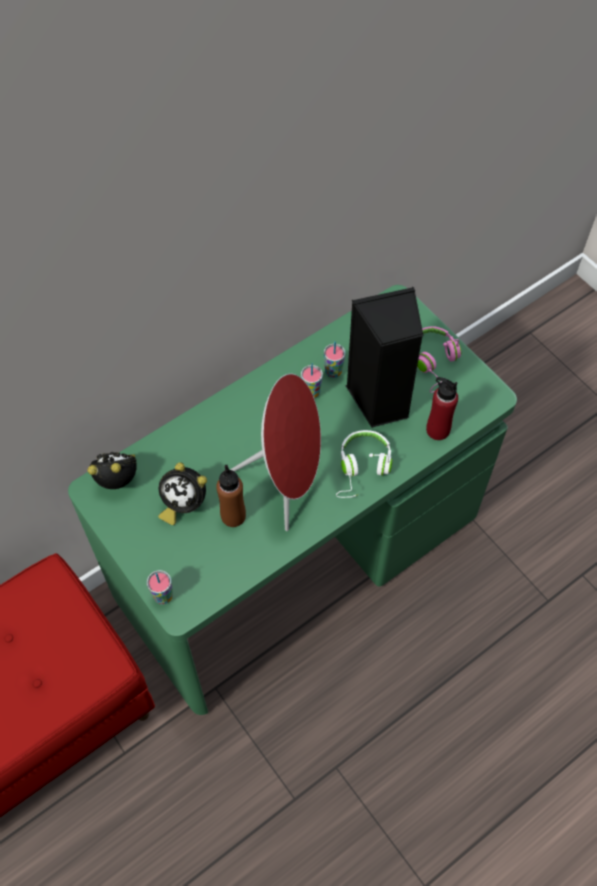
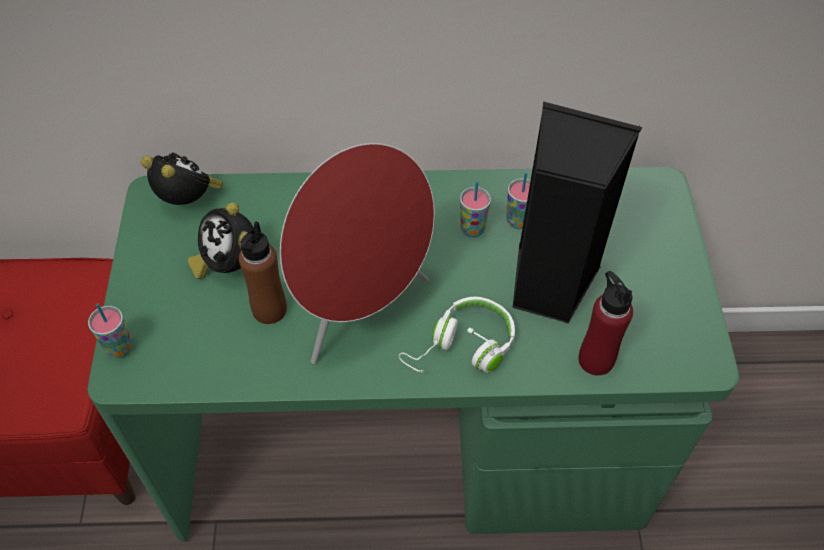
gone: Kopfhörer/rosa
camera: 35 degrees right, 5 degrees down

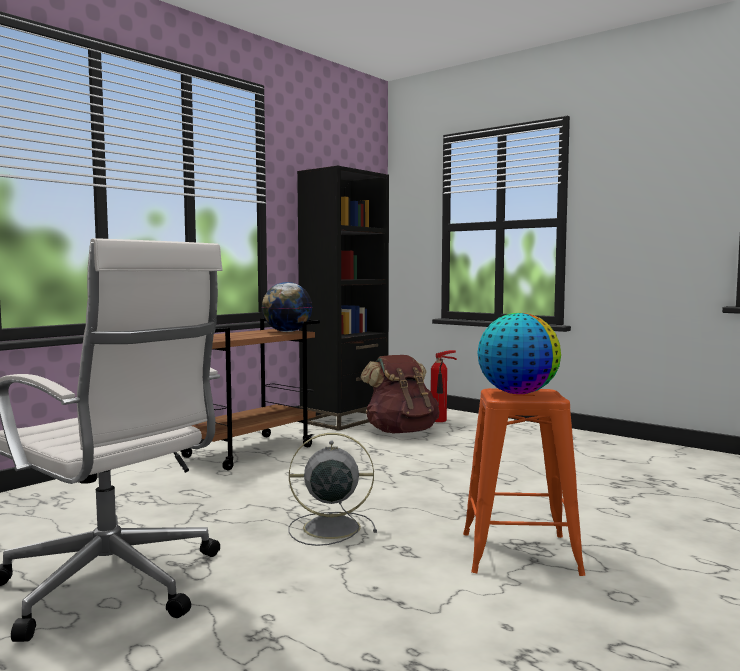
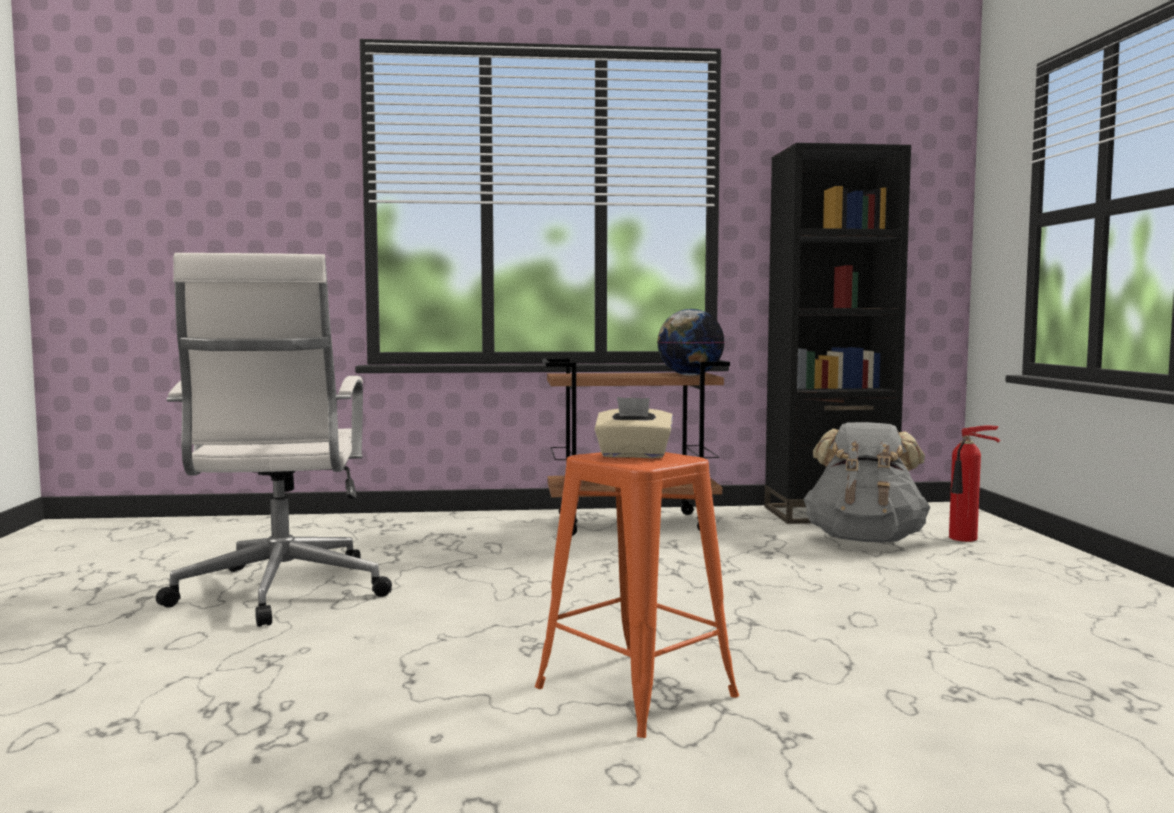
gone: Ventilator/grau
swapped: Globus (no. 2 from left) to Taschentuchbox/beige
repainted: Rucksack/braun to Rucksack/grau
camera: 45 degrees right, 0 degrees up

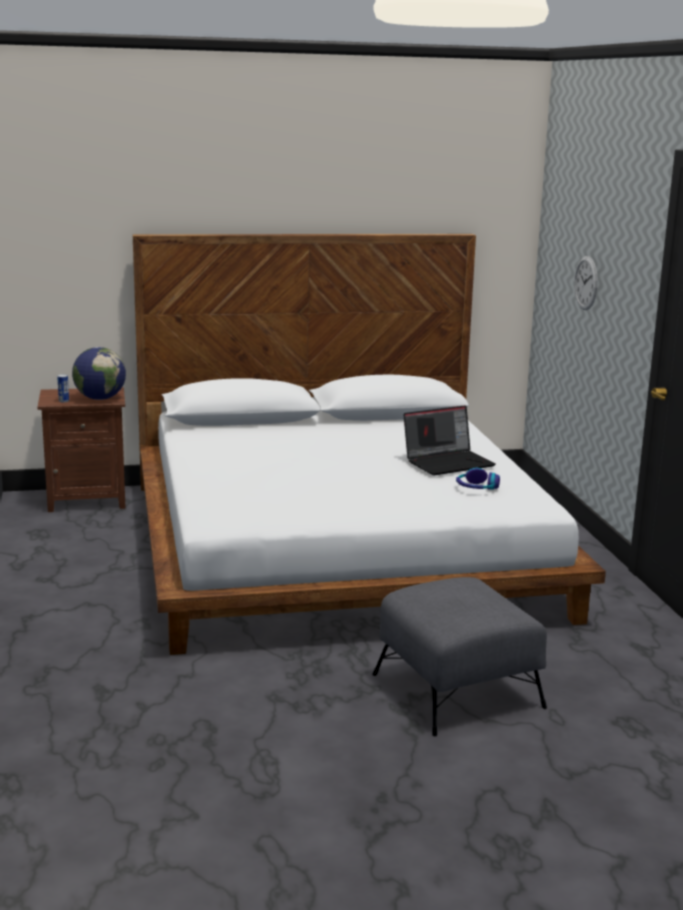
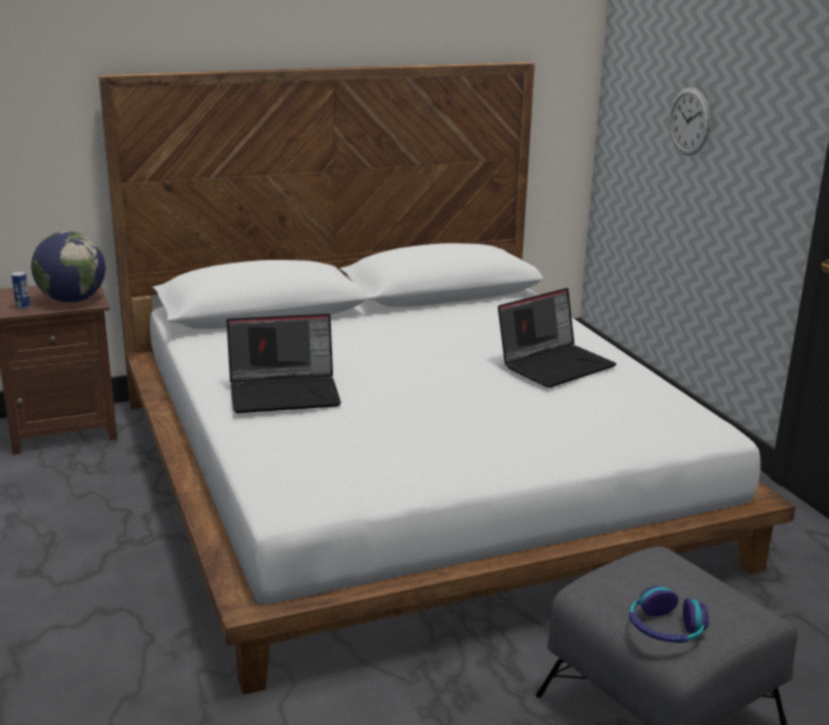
new: Laptop (no. 1 from left)
shifted: Kopfhörer
camera: 10 degrees left, 5 degrees up

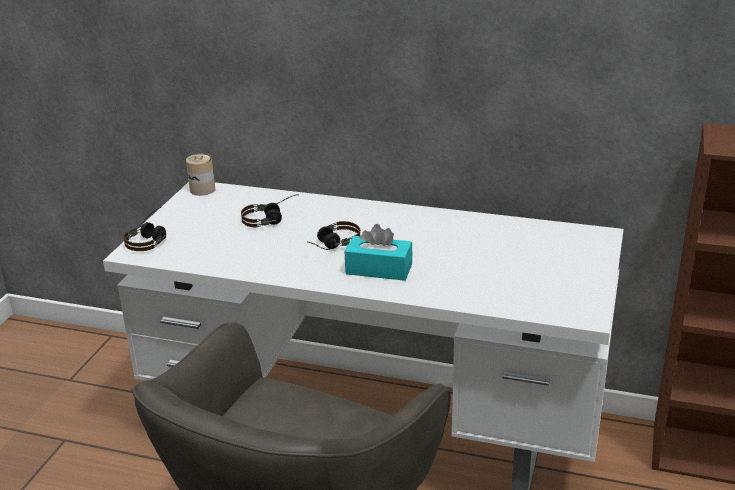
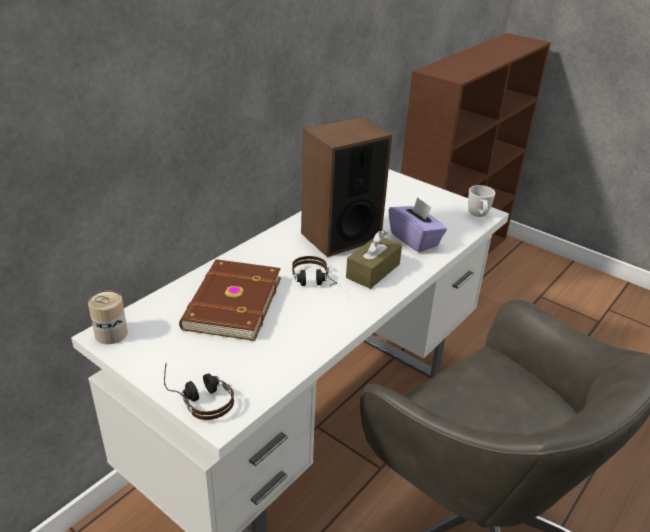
new: Lautsprecher; Taschentuchbox/lila; Henkelbecher/weiß
swapped: Kopfhörer (no. 2 from left) to Buch/braun
repainted: Taschentuchbox/türkis to Taschentuchbox/braun
camera: 70 degrees left, 5 degrees up

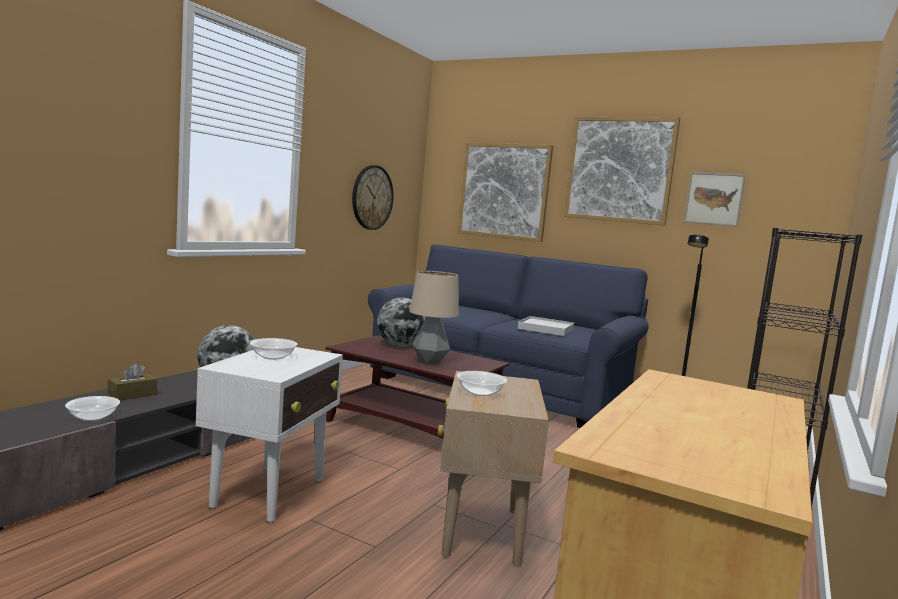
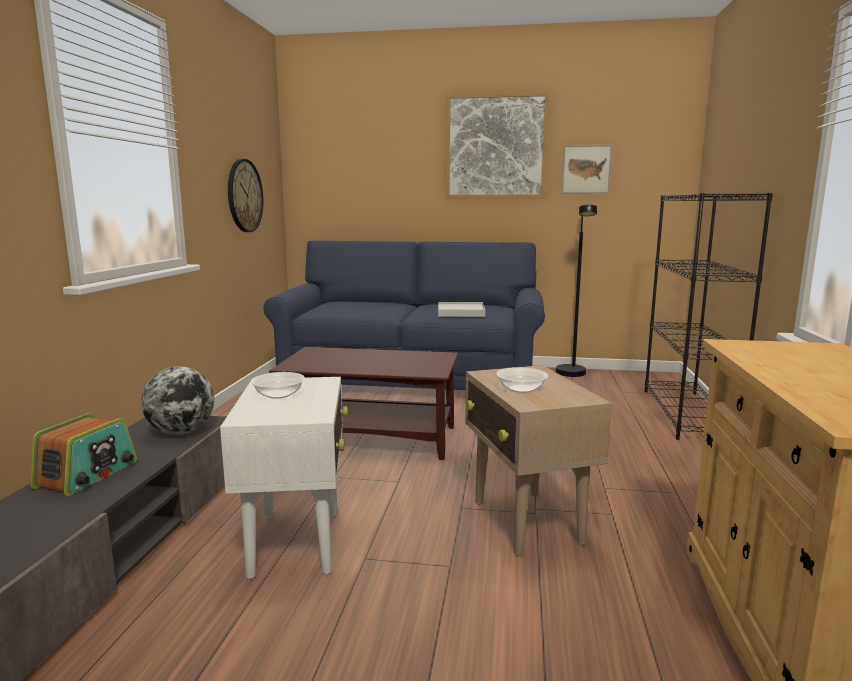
gone: Schüssel (no. 1 from left); Globus (no. 2 from left); Tischlampe; Bild (no. 1 from left)
swapped: Taschentuchbox/braun to Radio
camera: 20 degrees left, 5 degrees up

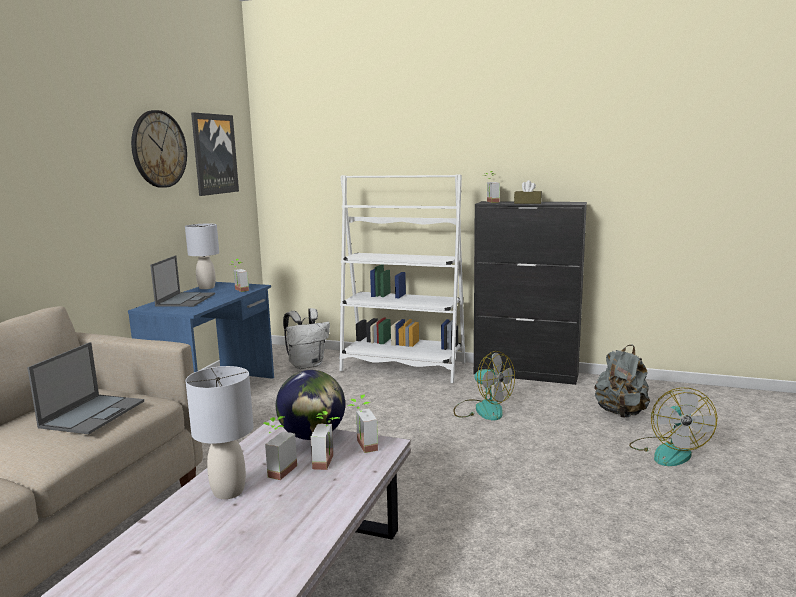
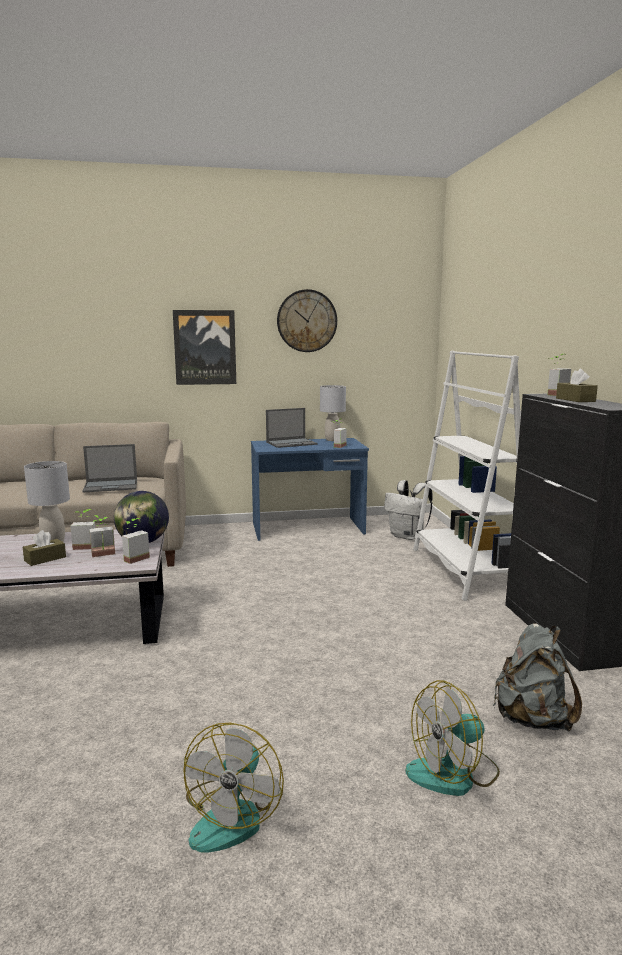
new: Taschentuchbox/braun (no. 1 from left)
shifted: Bild; Ventilator (no. 1 from left)
camera: 60 degrees right, 0 degrees up

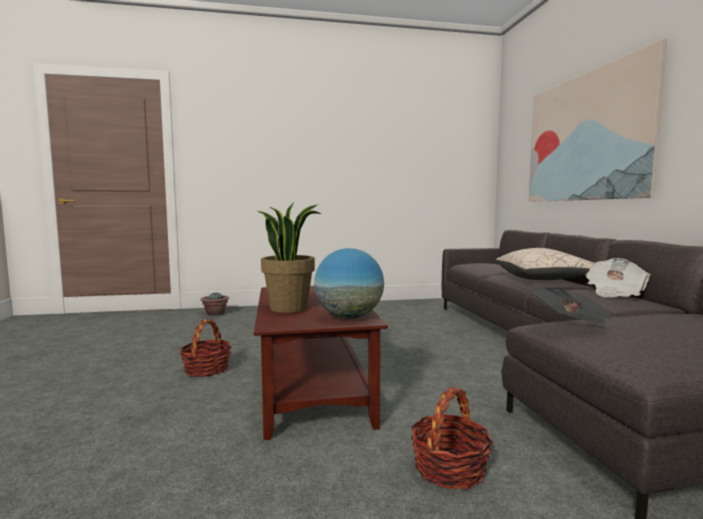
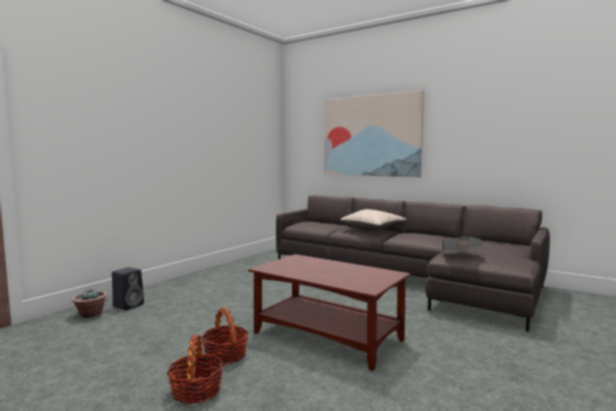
gone: Topfpflanze (no. 2 from left); Globus; Zeitung (no. 2 from left)
new: Lautsprecher/schwarz
shifted: Korb (no. 2 from left in the first image) to Korb (no. 1 from left)
camera: 45 degrees left, 0 degrees up

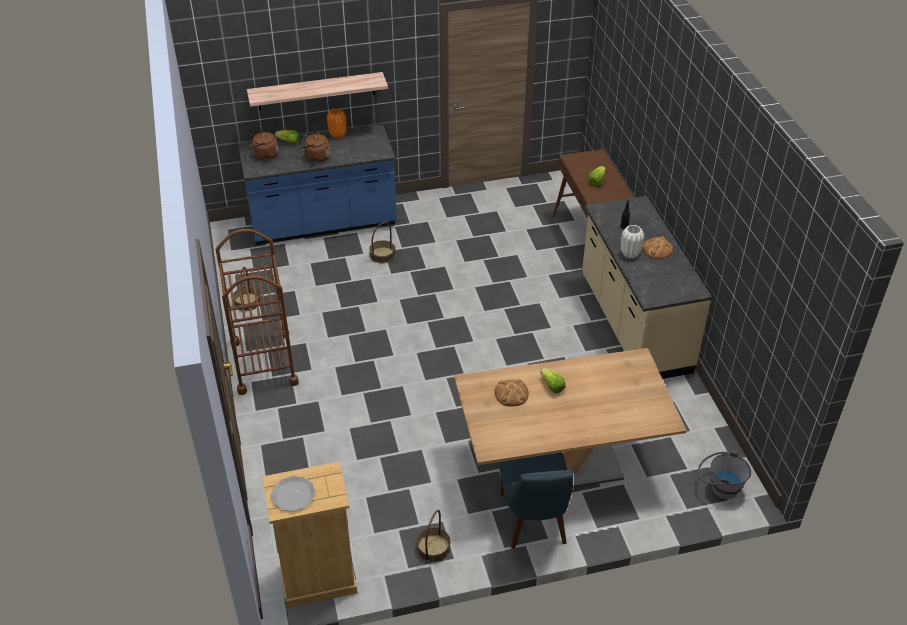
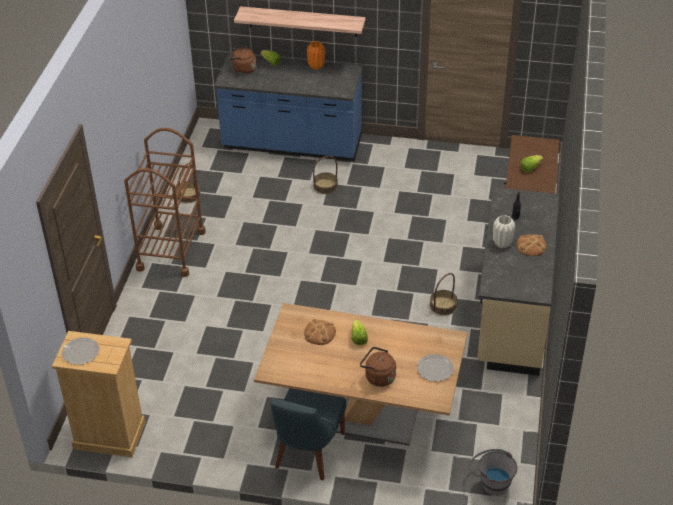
new: Teller (no. 2 from left)
shifted: Wasserkessel/braun (no. 2 from left); Korb (no. 3 from left)
camera: 25 degrees right, 0 degrees up

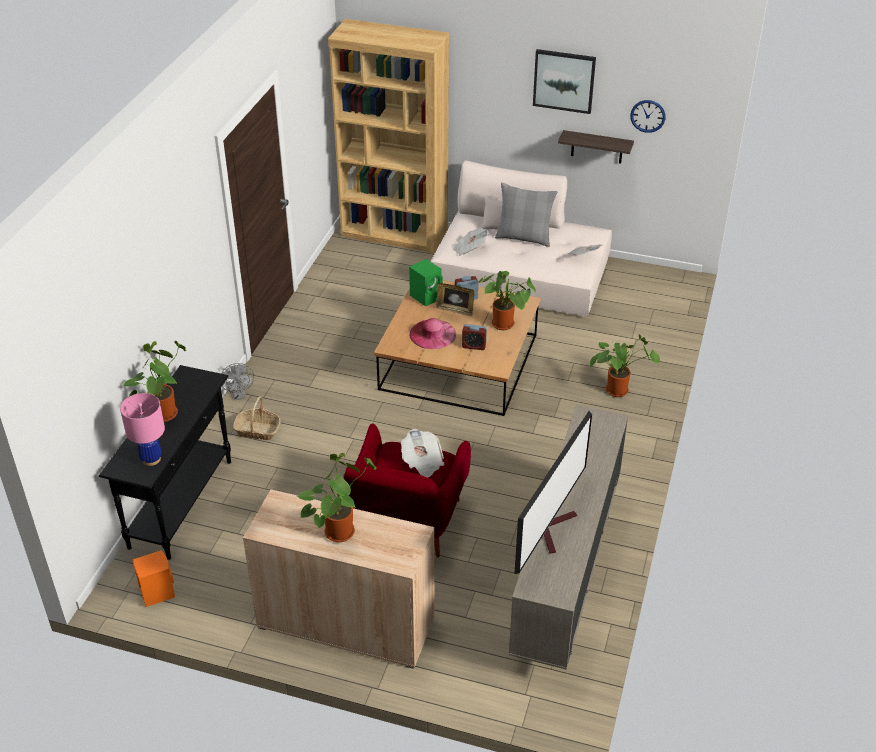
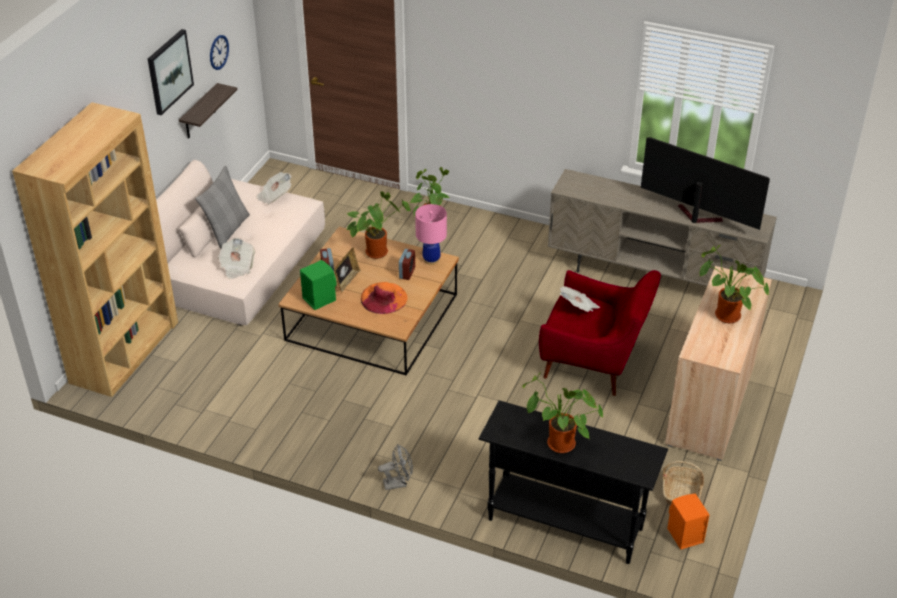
shifted: Tischlampe/rosa; Korb
repainted: Hut/rosa to Hut/orange
camera: 85 degrees left, 0 degrees up

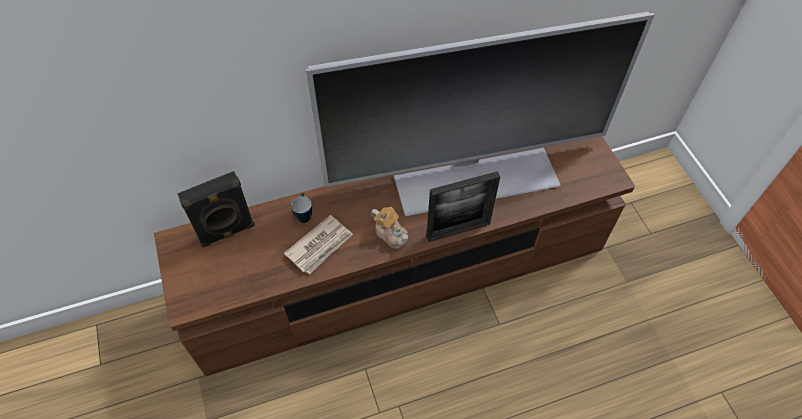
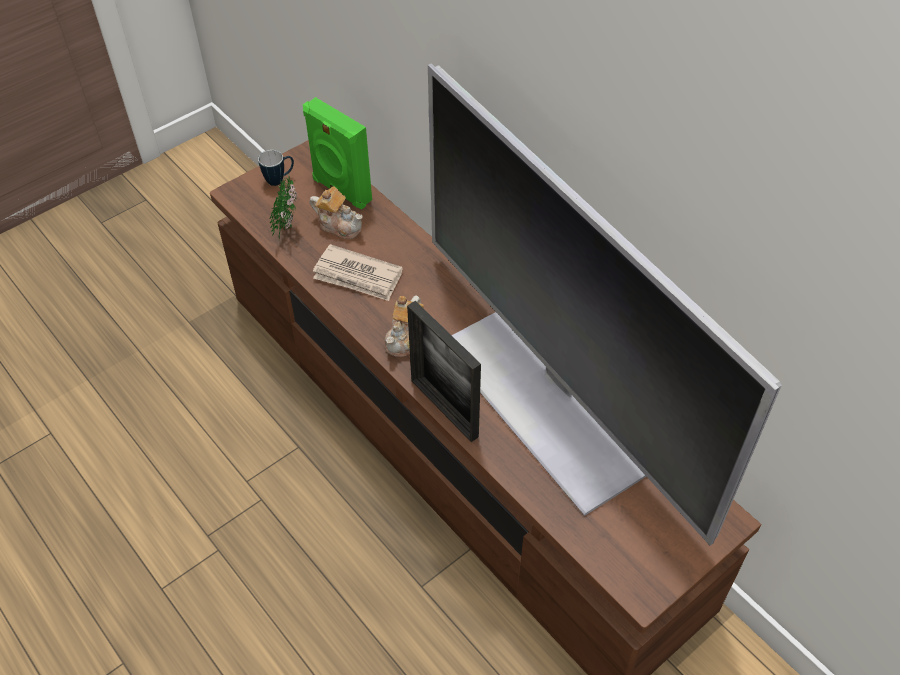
new: Topfpflanze; Teekanne (no. 1 from left)
shifted: Henkelbecher
repainted: Lautsprecher/schwarz to Lautsprecher/grün
camera: 70 degrees right, 5 degrees down

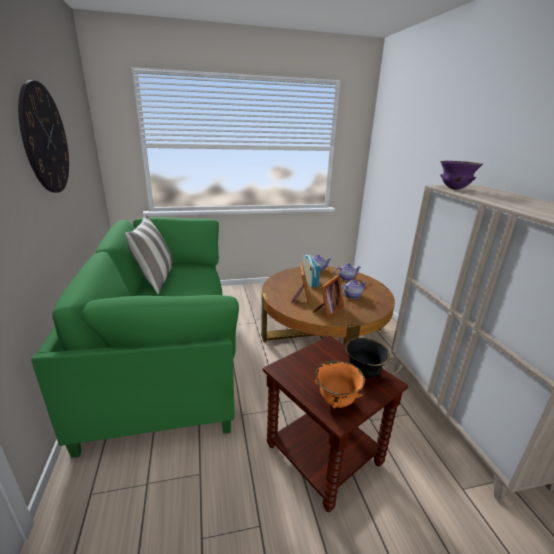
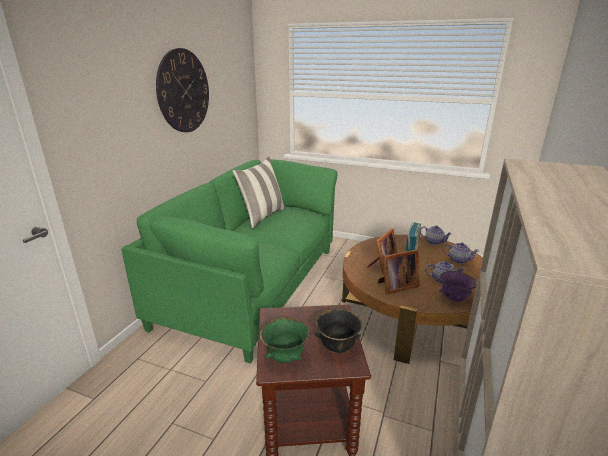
shifted: Schüssel/lila
repainted: Schüssel/orange to Schüssel/grün
camera: 35 degrees right, 0 degrees up

